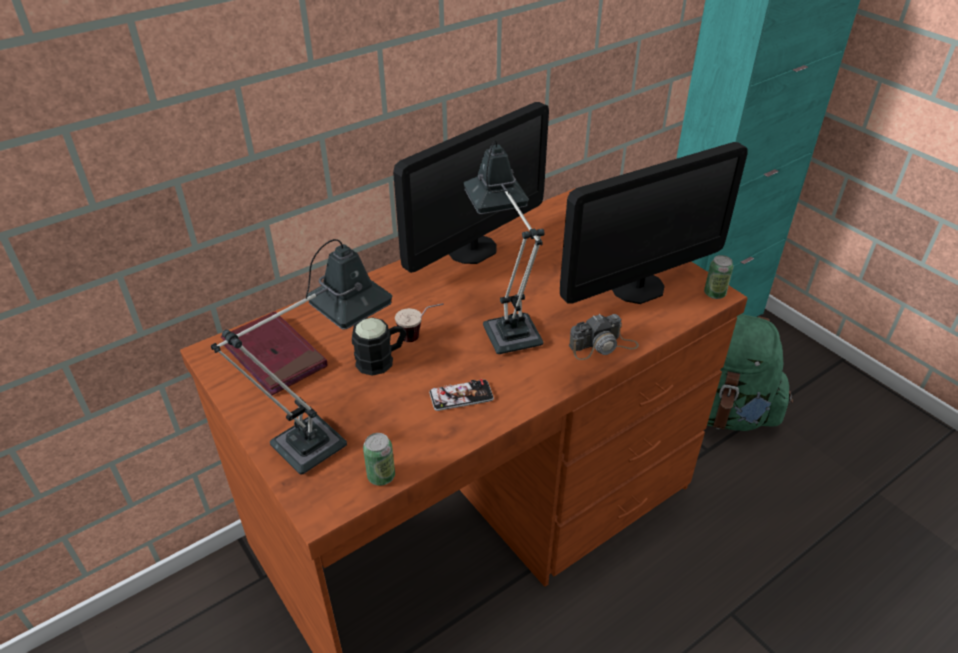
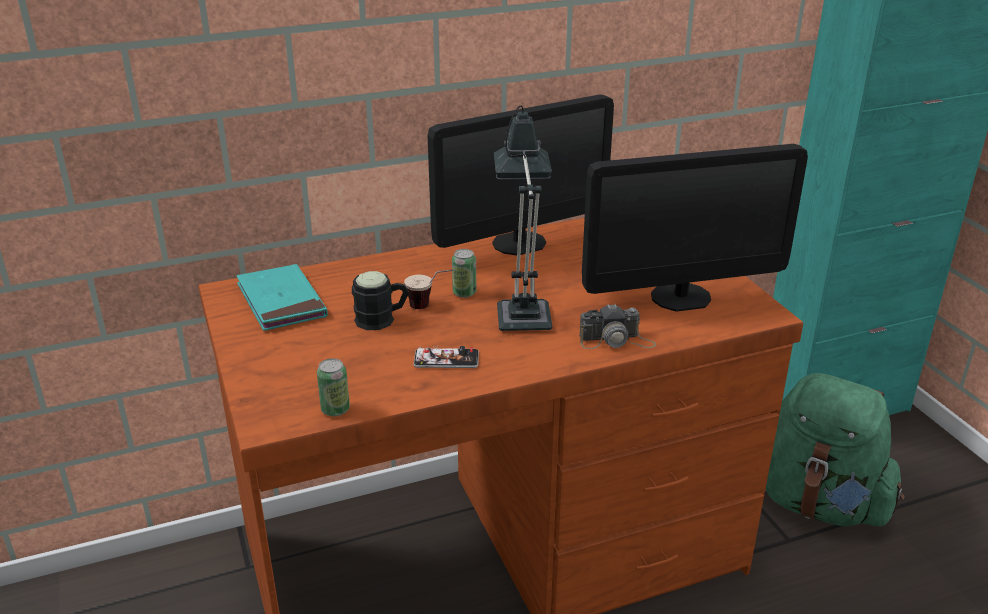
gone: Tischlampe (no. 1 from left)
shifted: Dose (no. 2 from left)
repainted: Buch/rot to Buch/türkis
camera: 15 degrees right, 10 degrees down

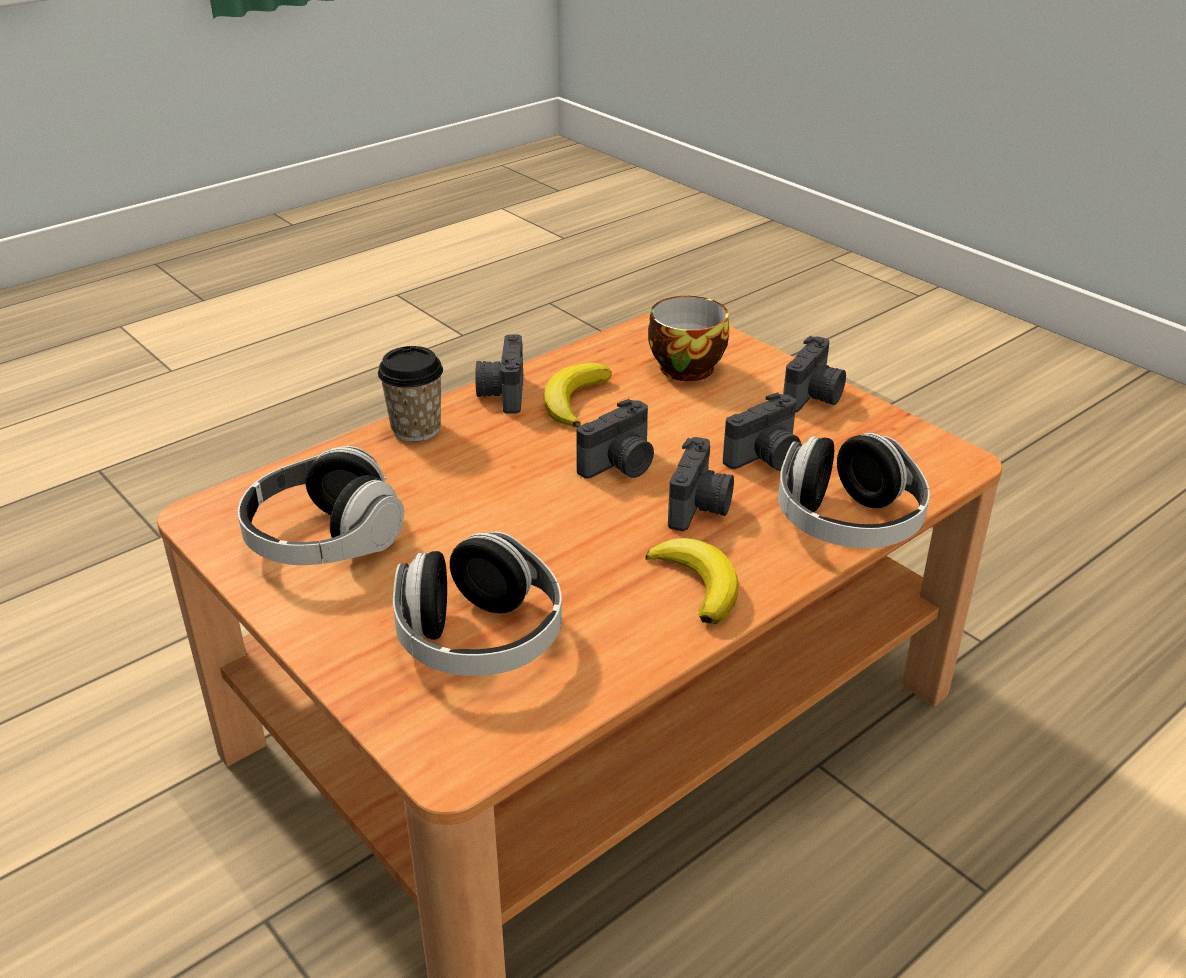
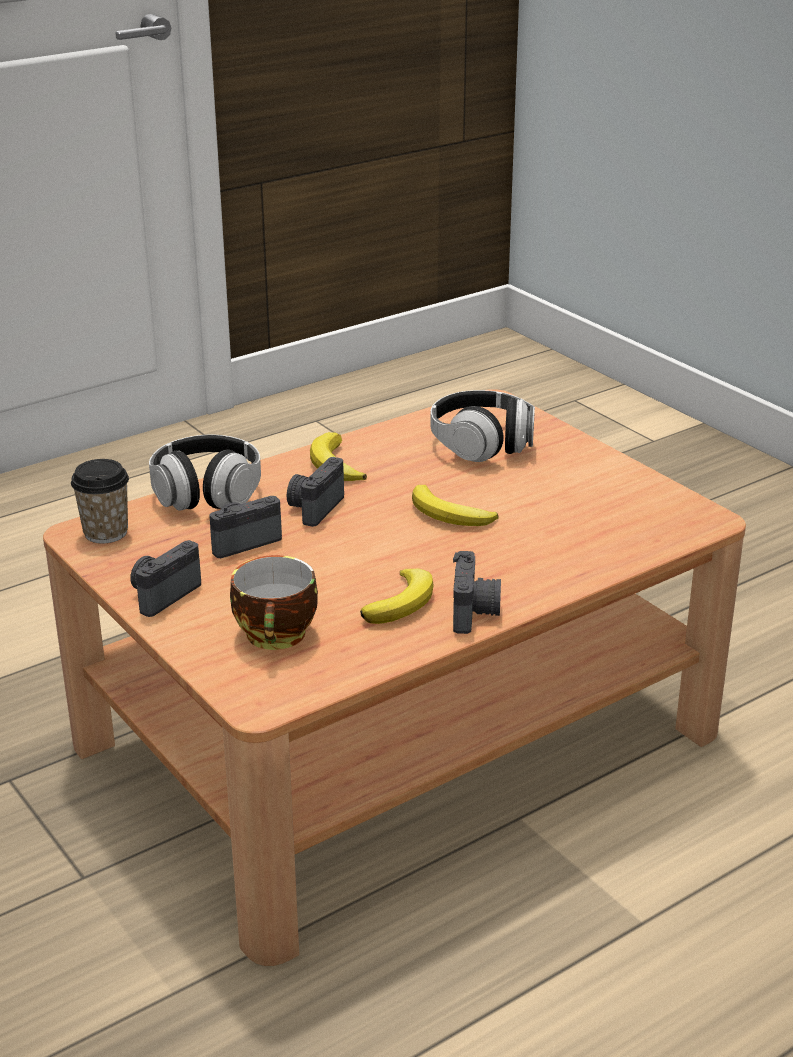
gone: Kopfhörer (no. 1 from left); Kamera (no. 2 from left)
new: Banane (no. 3 from left)
shifted: Tasse (no. 1 from left)
camera: 175 degrees left, 5 degrees down

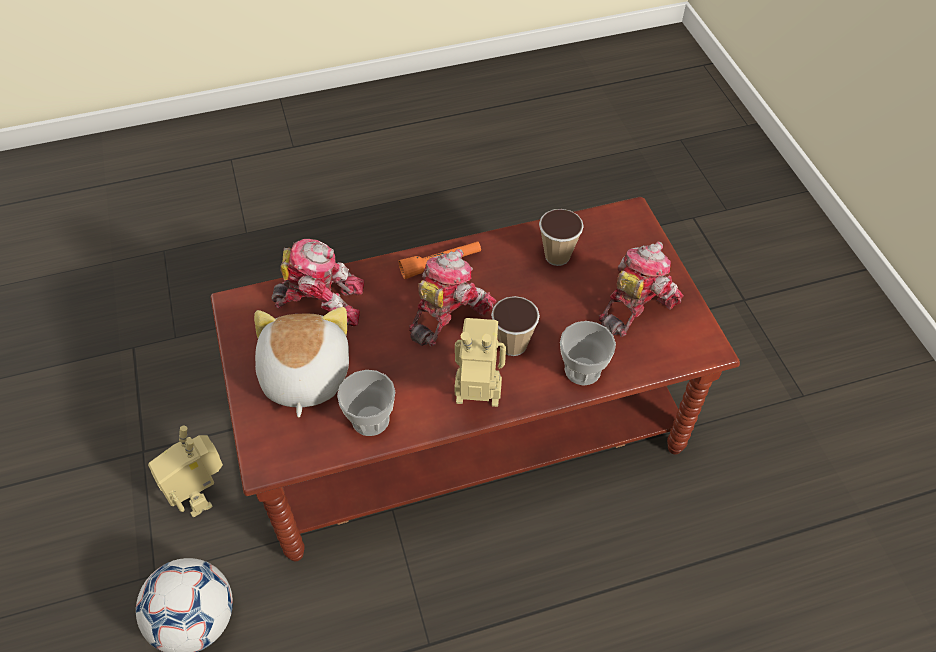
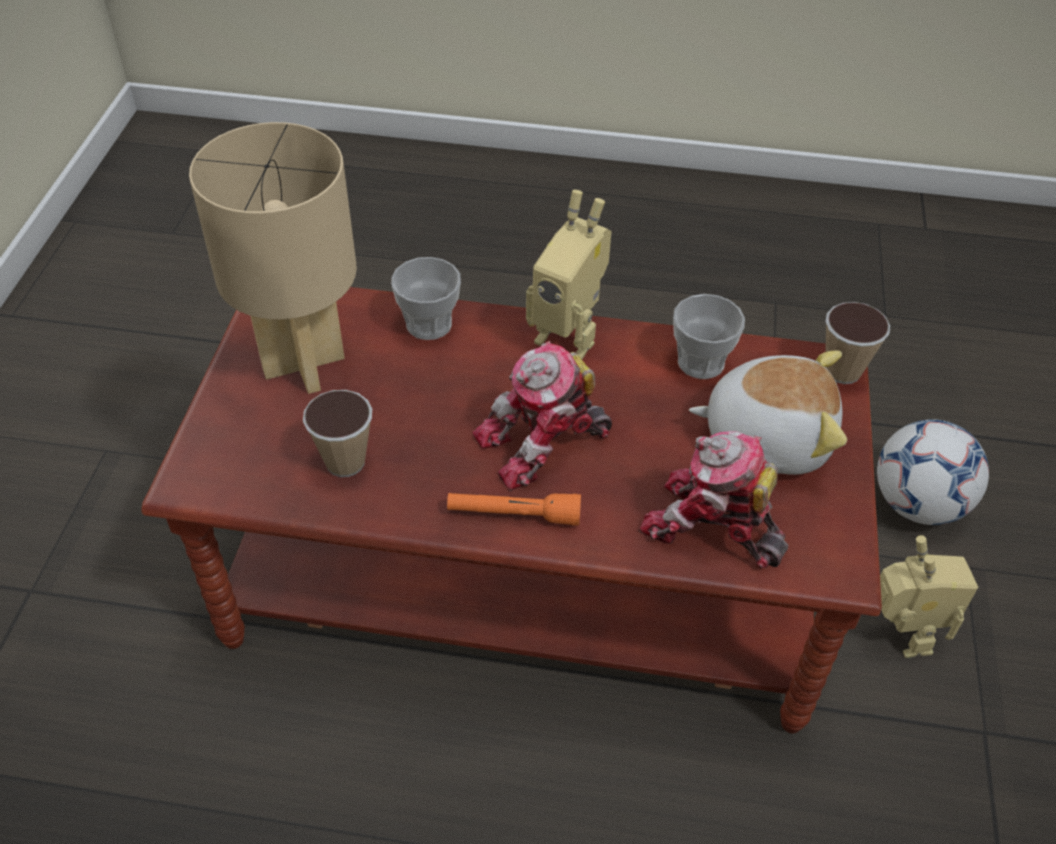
shifted: Tasse (no. 2 from left in the first image) to Tasse (no. 4 from left)
swapped: Spielzeugroboter (no. 5 from left) to Tischlampe/beige
rotated: Plüschtier 105 degrees counterclockwise
camera: 155 degrees left, 5 degrees down

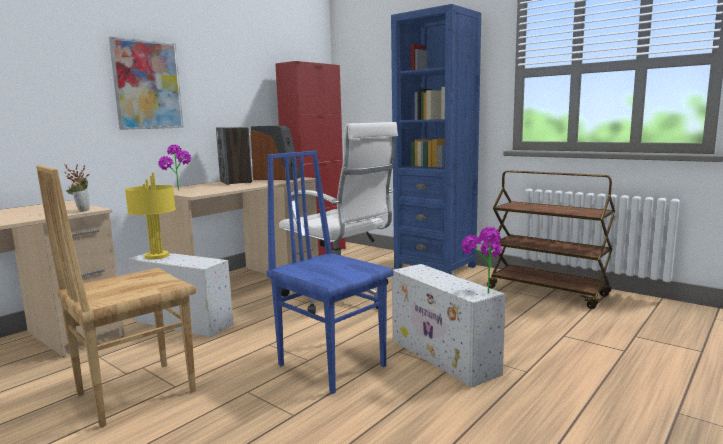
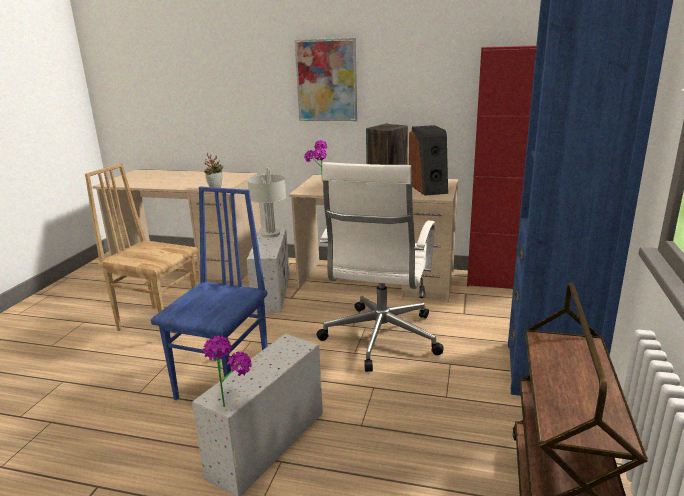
repainted: Tischlampe/gelb to Tischlampe/grau
camera: 65 degrees right, 10 degrees up

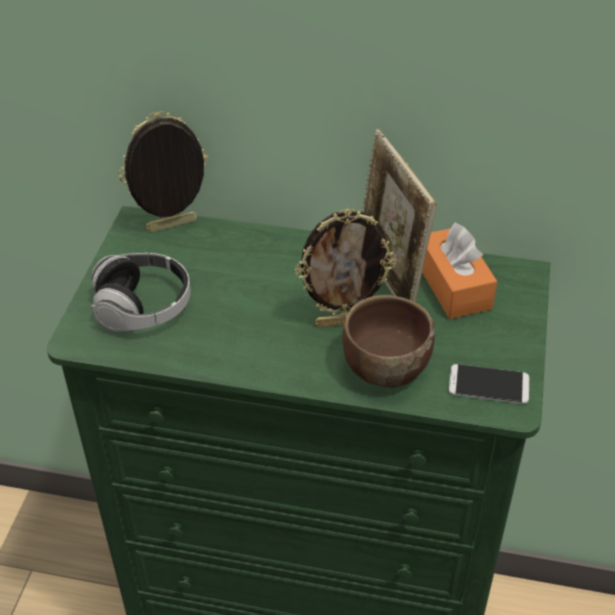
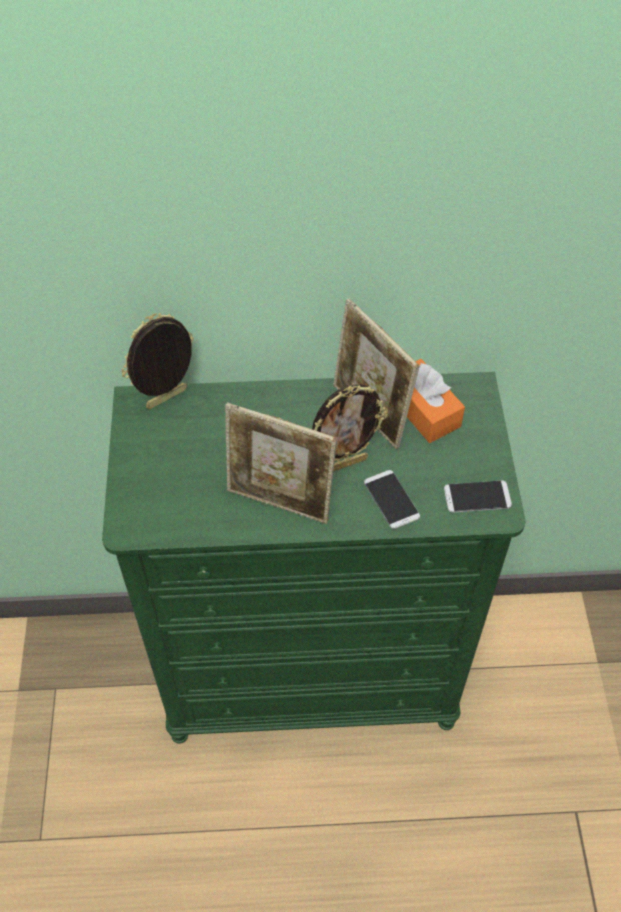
gone: Kopfhörer
new: Bilderrahmen (no. 2 from left)
swapped: Schüssel/braun to Handy (no. 1 from left)
camera: 15 degrees left, 10 degrees up

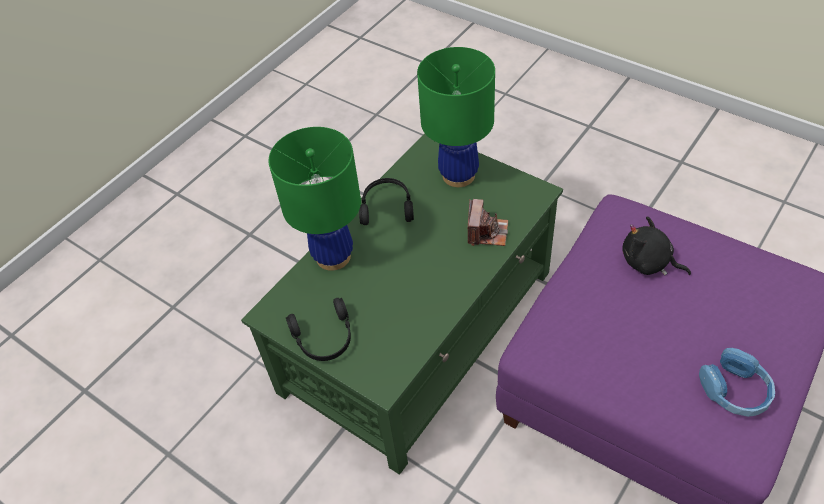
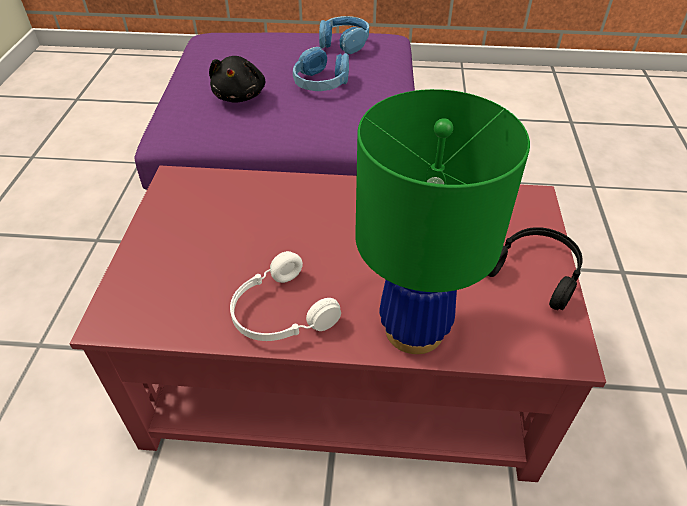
gone: Tischlampe/grün (no. 2 from left); Kamera
new: Kopfhörer/blau (no. 1 from left)
repainted: Couchtisch/grün to Couchtisch/rot; Kopfhörer/schwarz (no. 2 from left) to Kopfhörer/weiß
camera: 125 degrees left, 5 degrees down

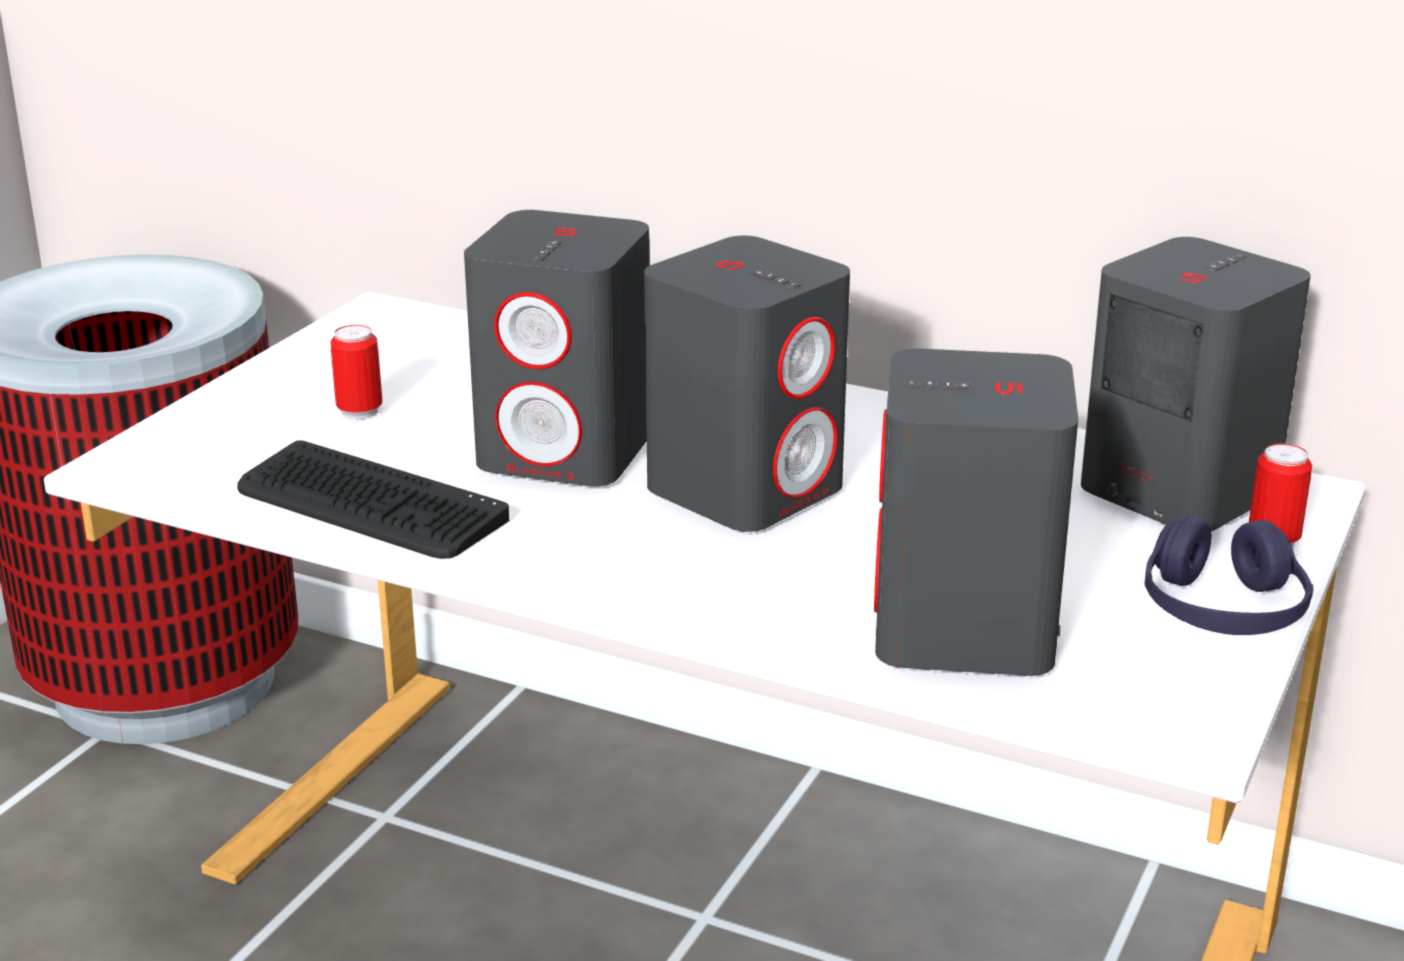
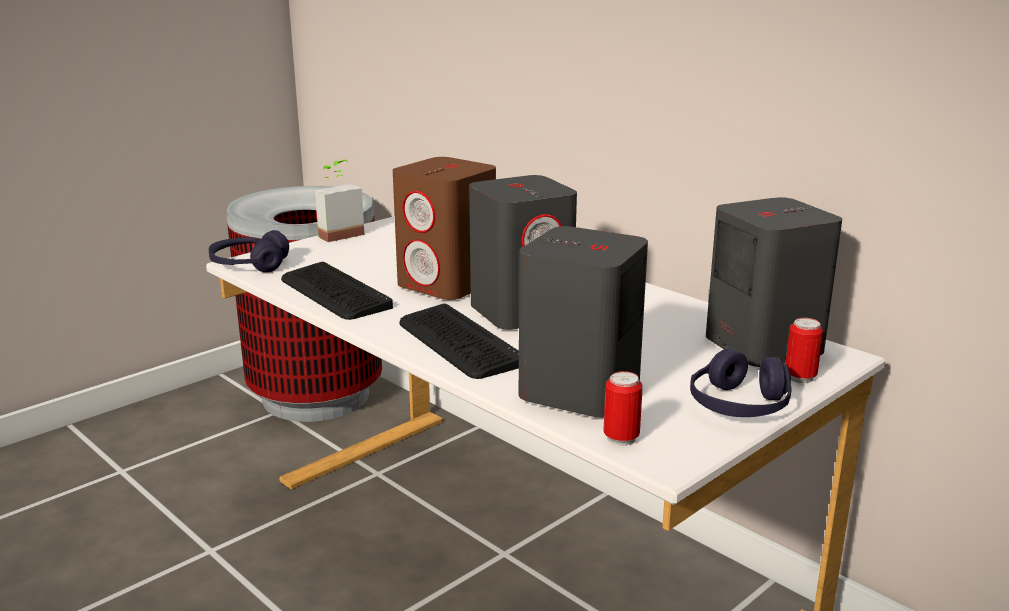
new: Kopfhörer/lila (no. 1 from left); Topfpflanze; Tastatur (no. 2 from left)
shifted: Dose (no. 1 from left)
repainted: Lautsprecher/grau (no. 1 from left) to Lautsprecher/braun
camera: 20 degrees right, 5 degrees down

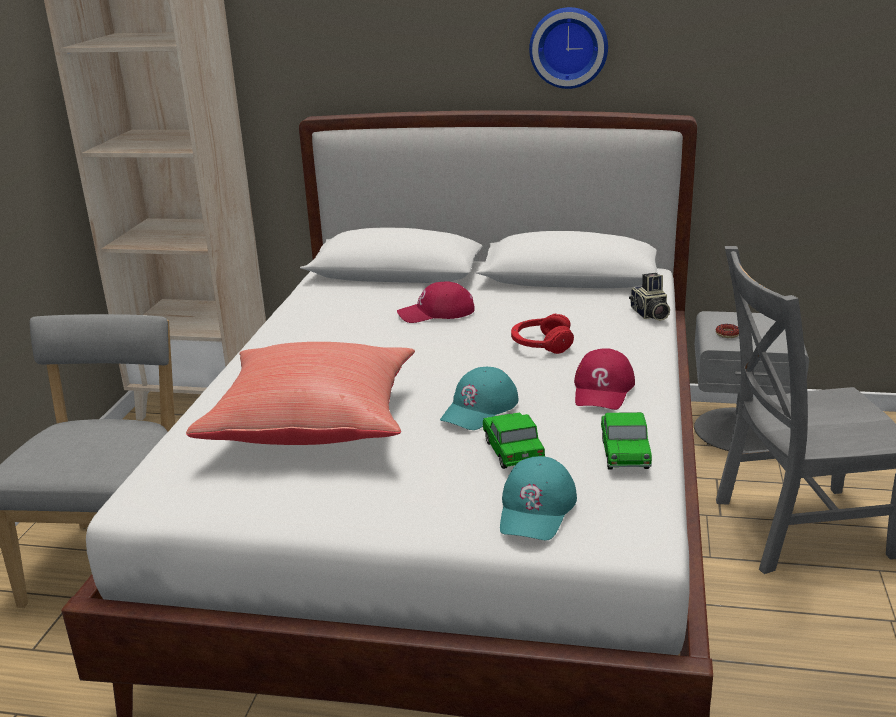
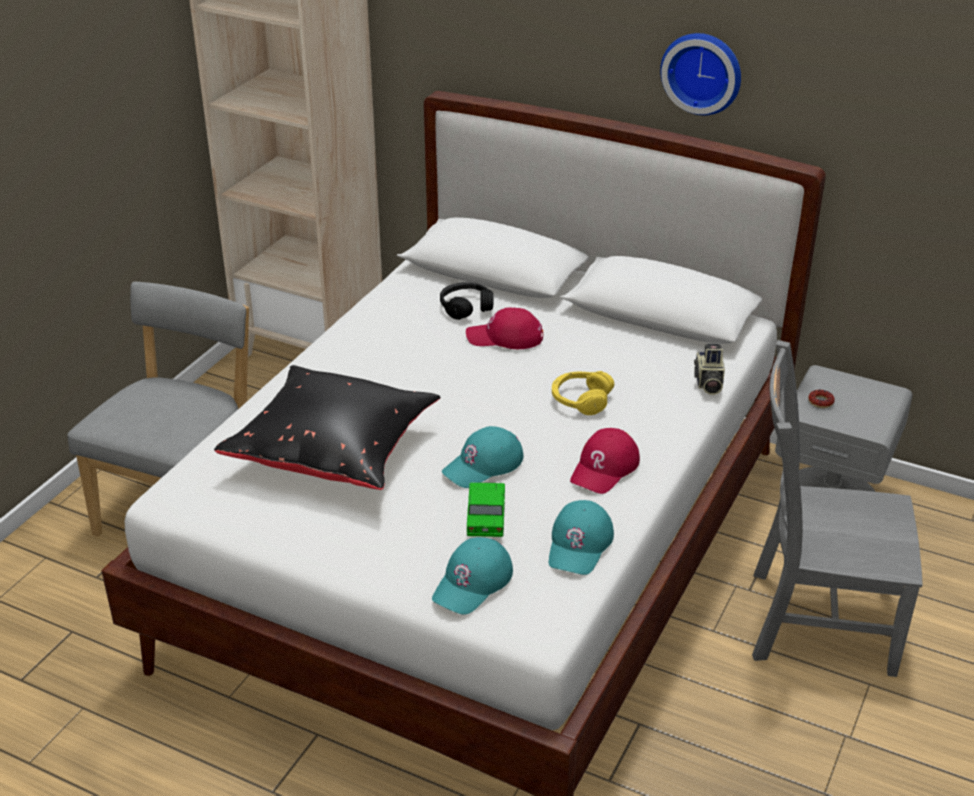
new: Kopfhörer/schwarz
swapped: Spielzeugauto (no. 2 from left) to Kappe/türkis (no. 3 from left)
repainted: Kissen/rot to Kissen/schwarz; Kopfhörer/rot to Kopfhörer/gelb
camera: 15 degrees right, 10 degrees up

